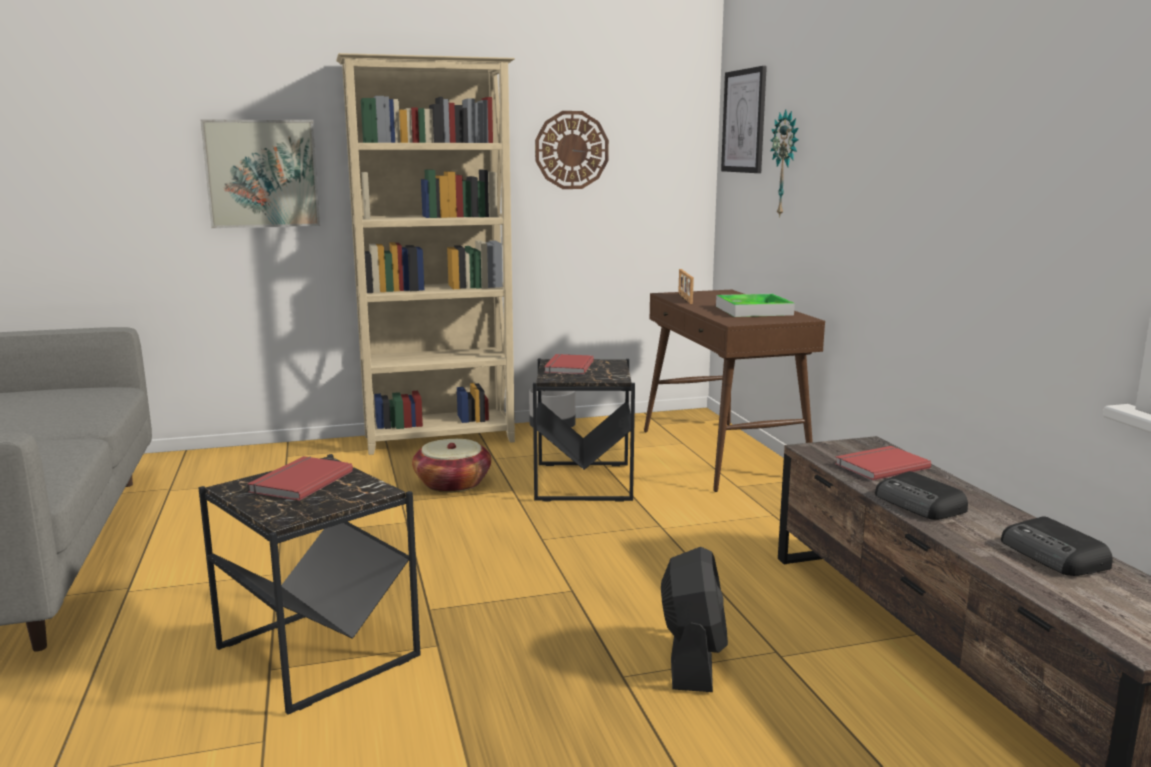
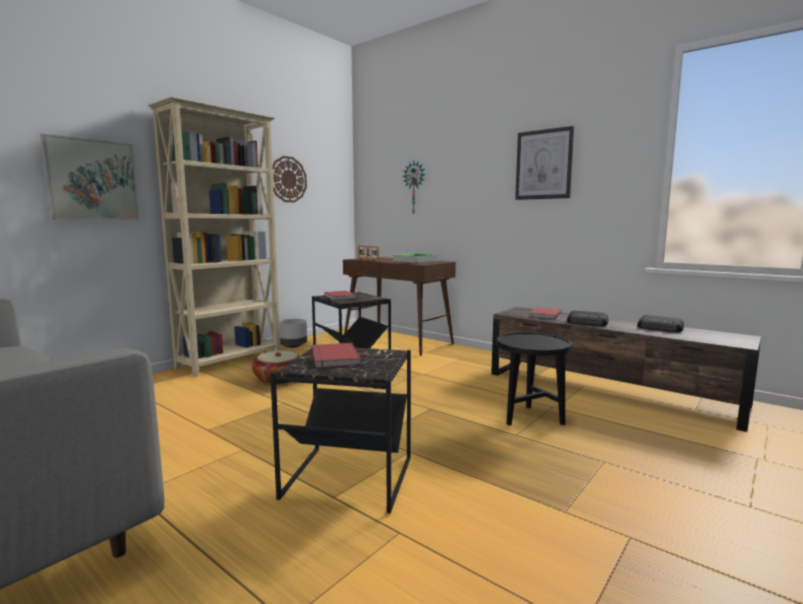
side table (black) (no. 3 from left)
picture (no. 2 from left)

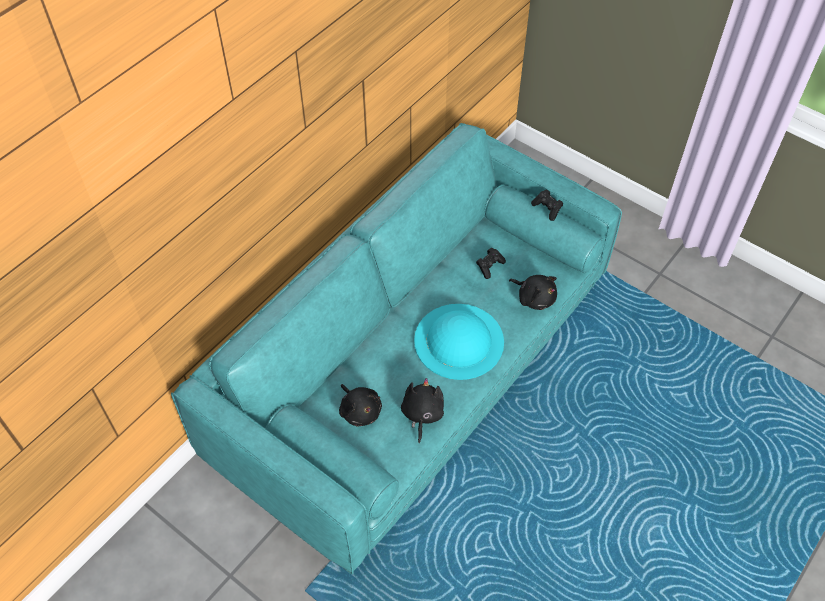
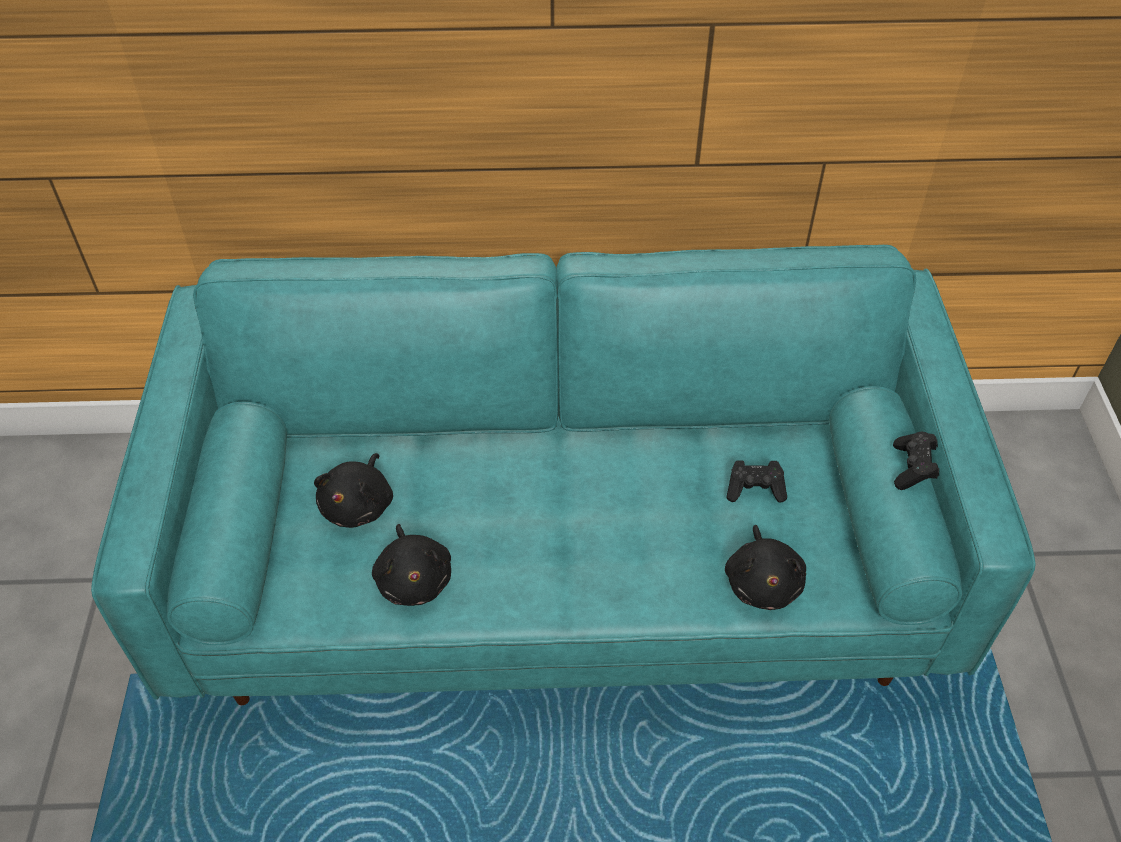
plush toy (black) (no. 2 from left)
hat (turquoise)

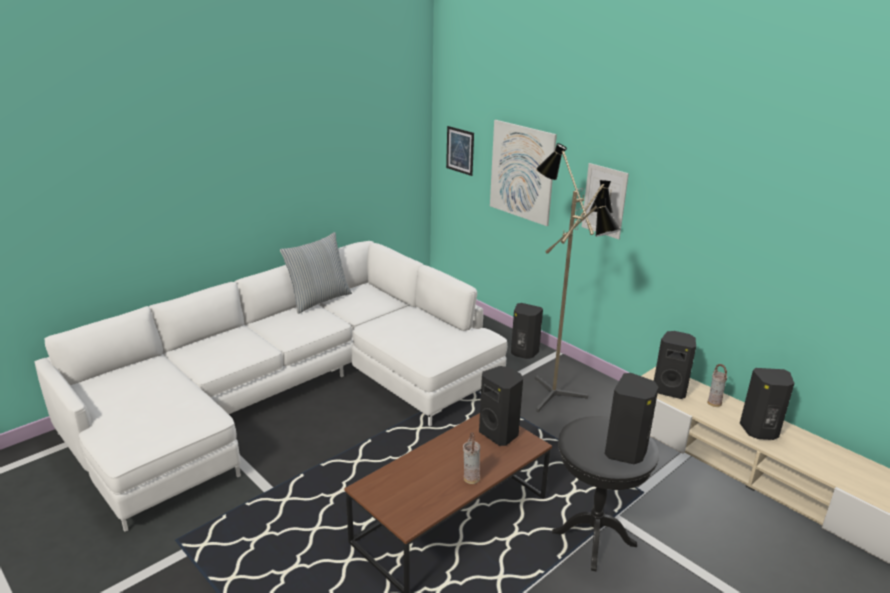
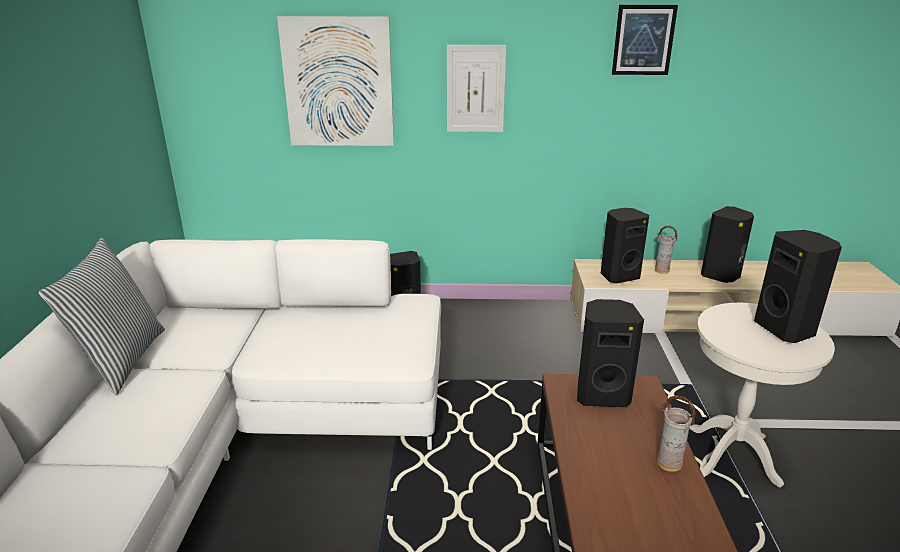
picture (no. 3 from left)
floor lamp
side table (white)

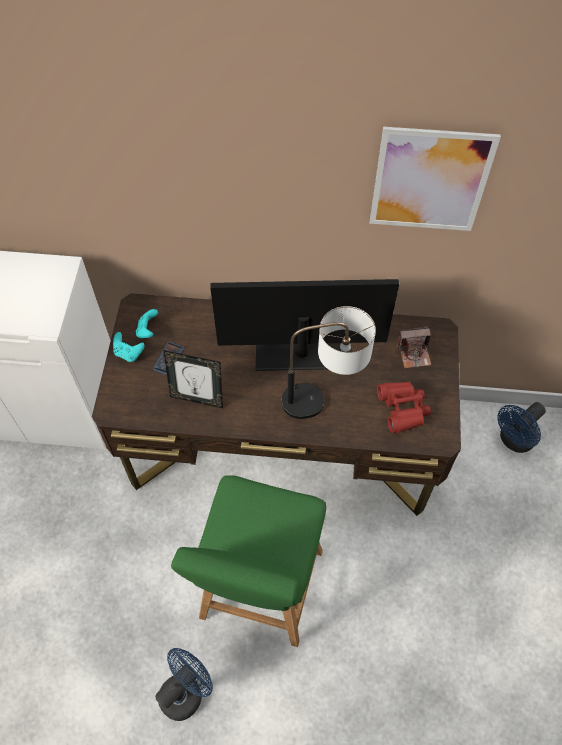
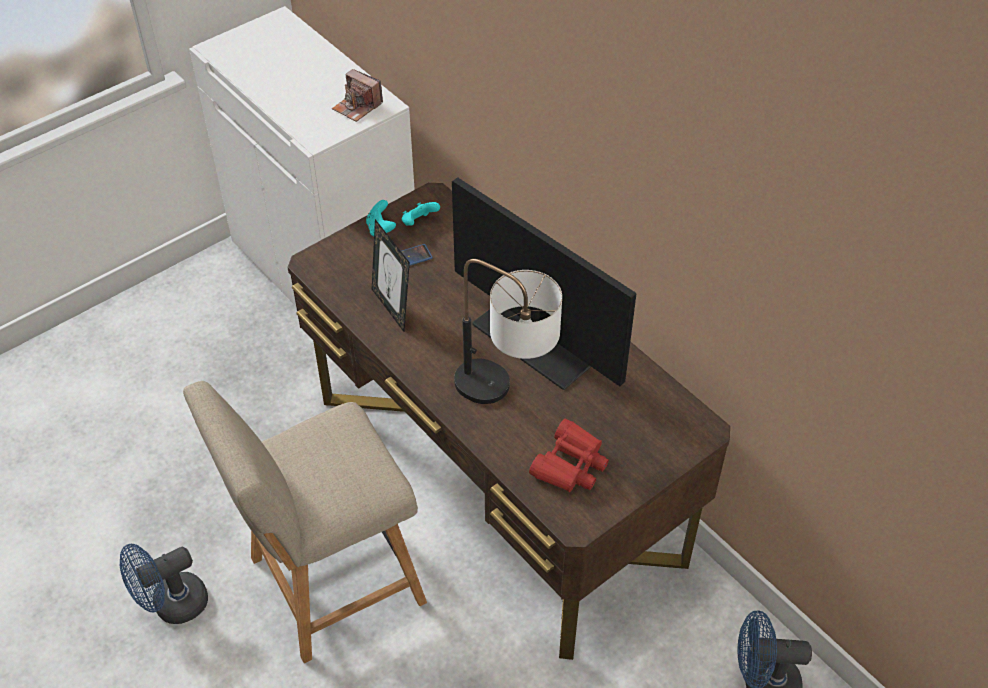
fan (blue) (no. 1 from left)
chair (beige)
picture
photo camera

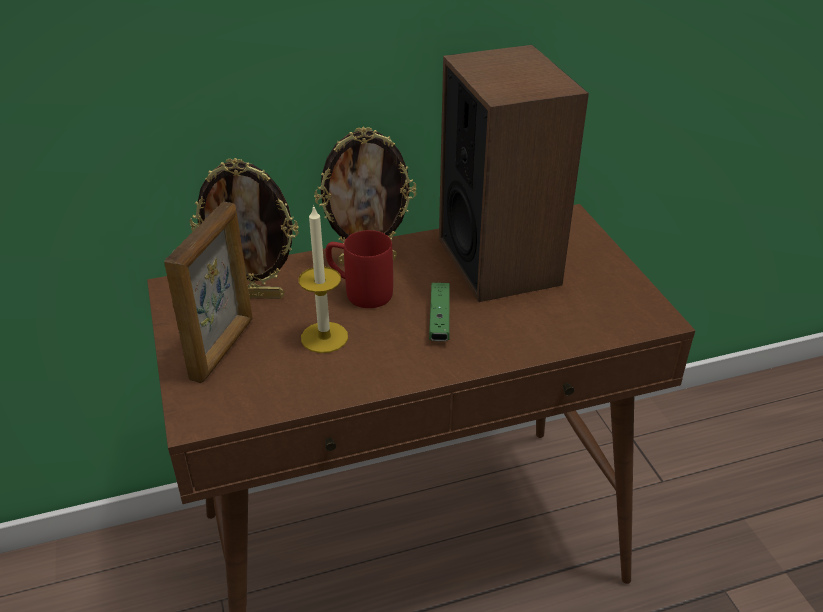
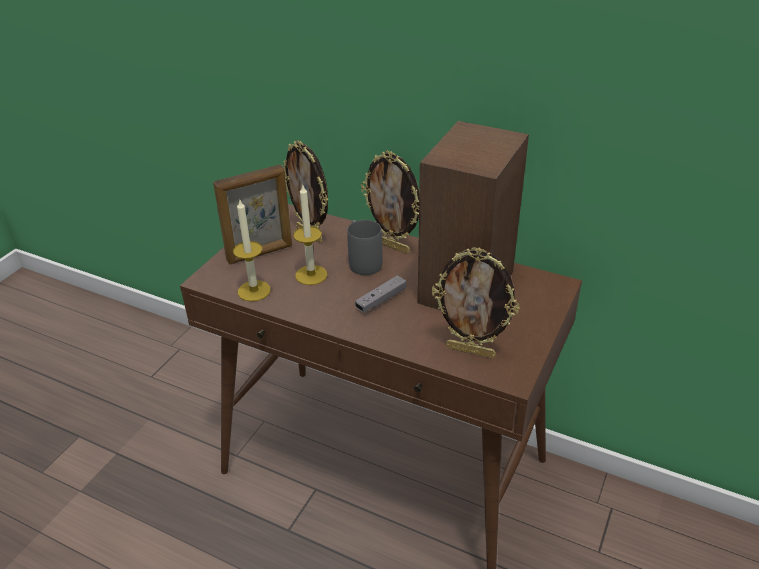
mug (grey)
game controller (grey)
candle (no. 1 from left)
picture frame (no. 4 from left)

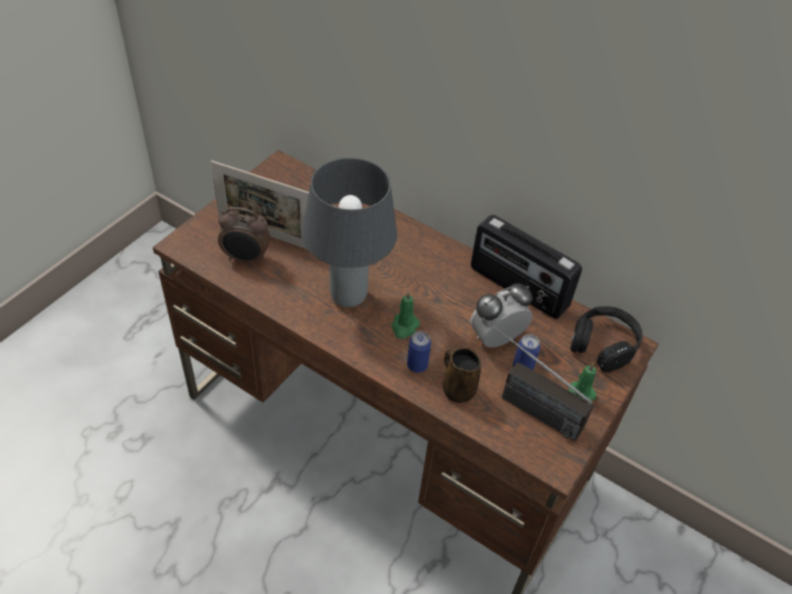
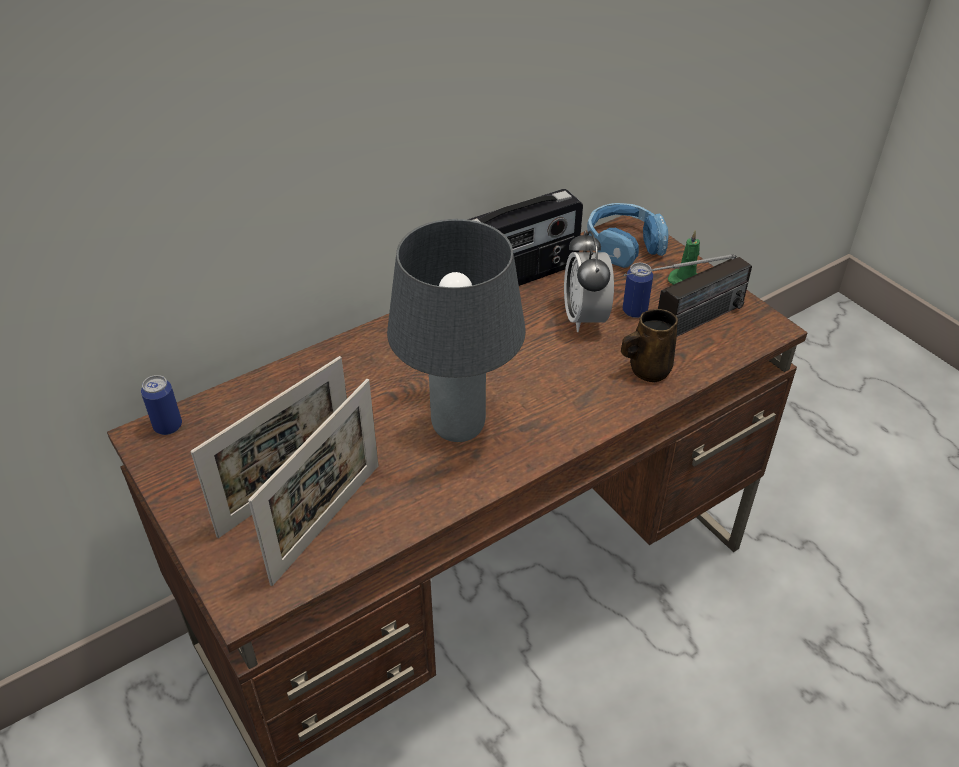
picture frame (no. 2 from left)
candle (green) (no. 1 from left in the first image)
can (no. 1 from left)
headphones (blue)

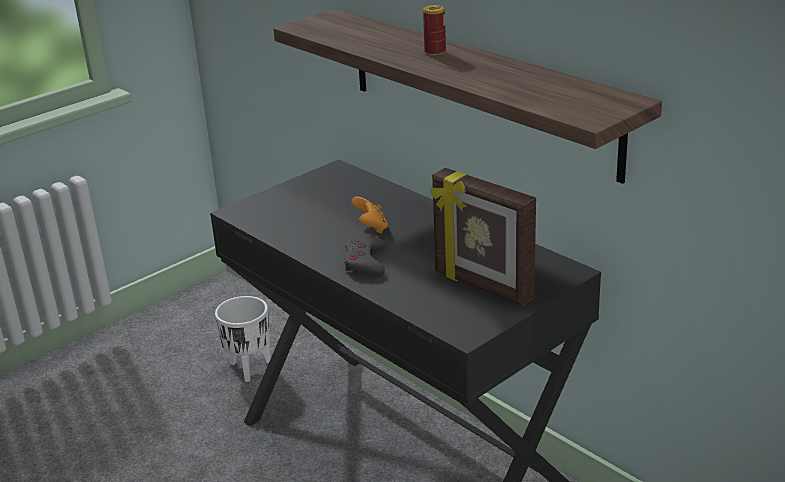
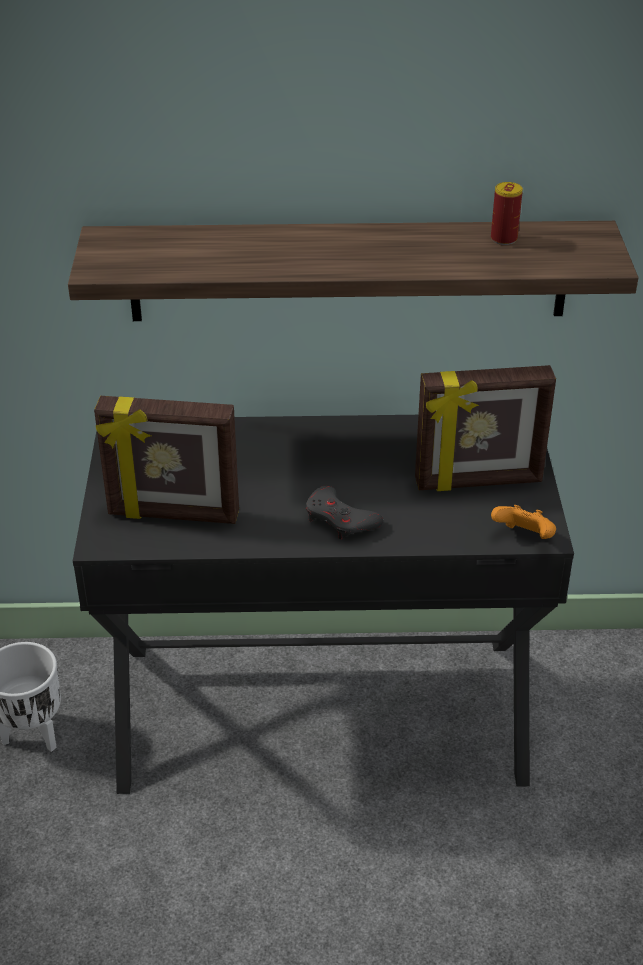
game controller (orange)
can
picture frame (no. 1 from left)

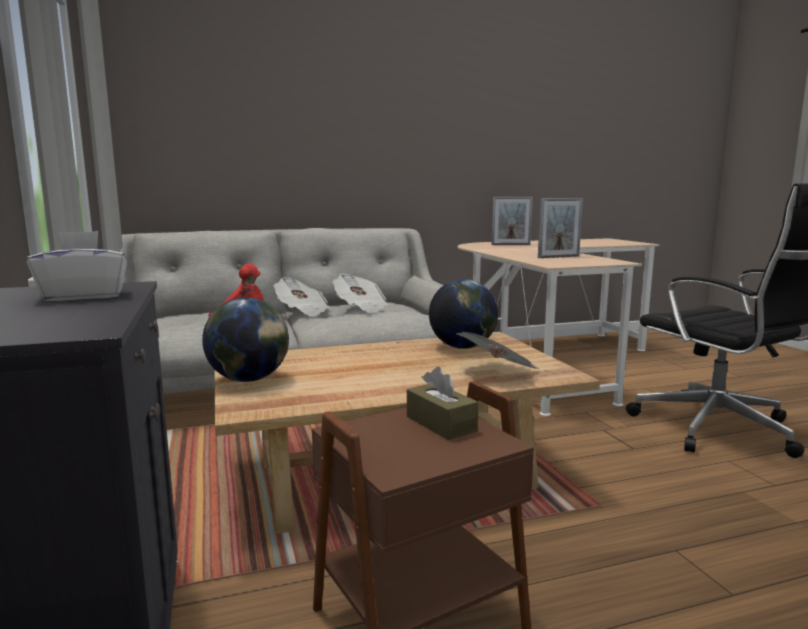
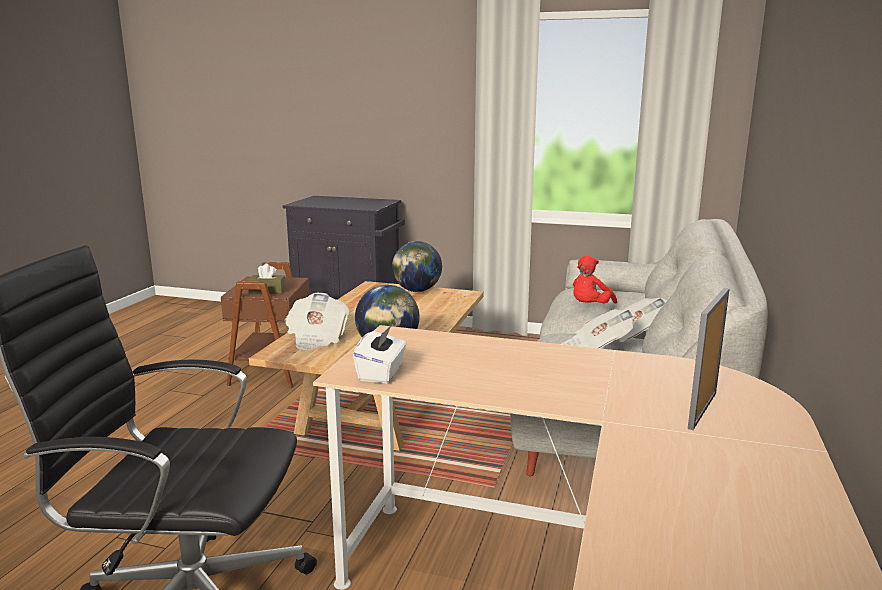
tissue box (white)
picture frame (no. 2 from left in the first image)

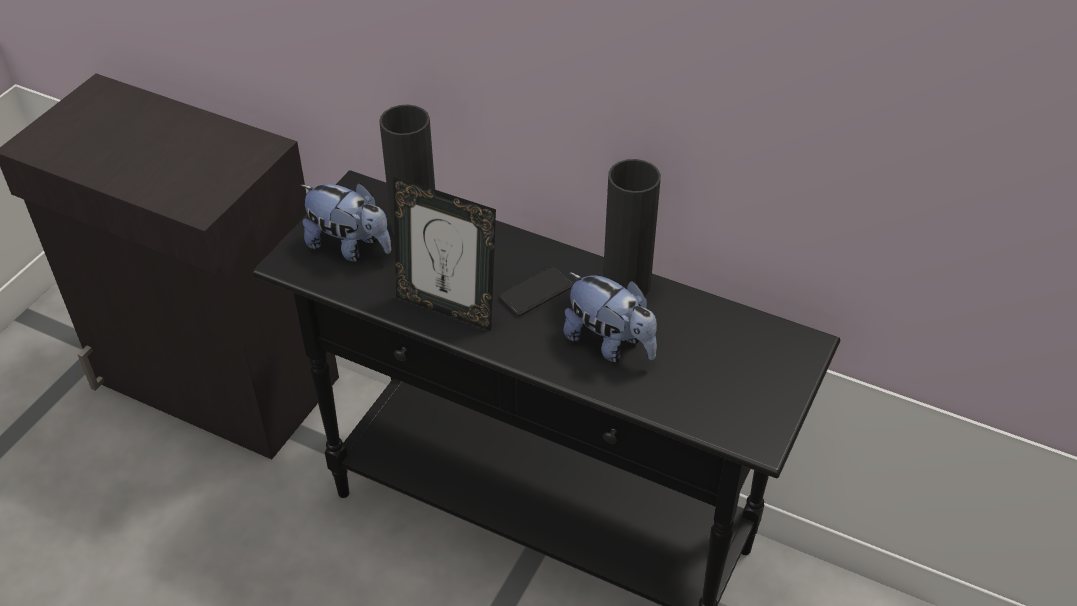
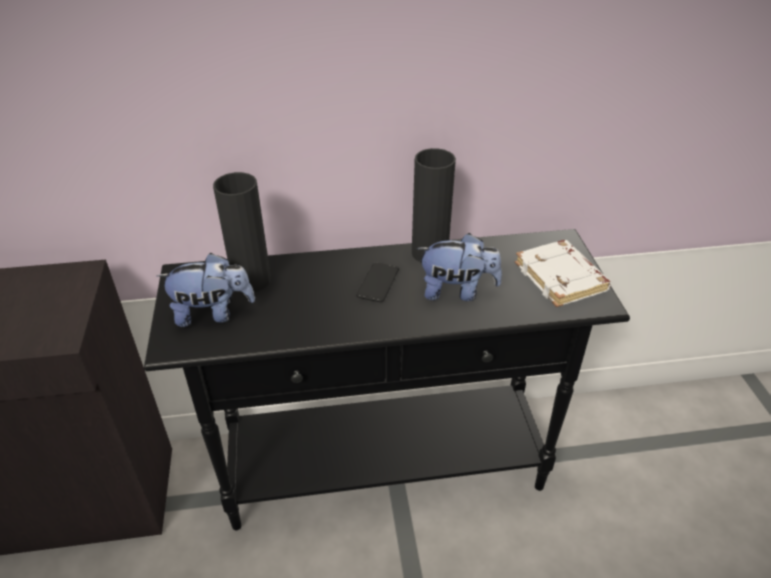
picture frame
book (white)

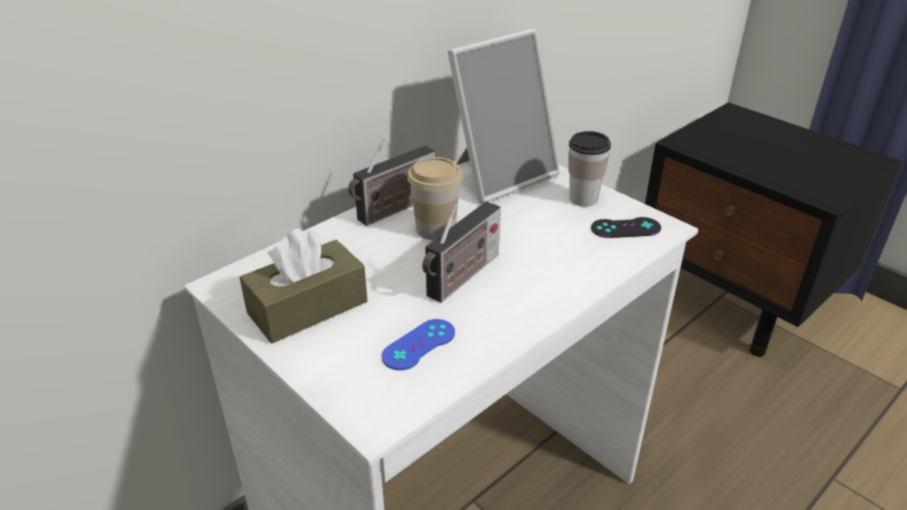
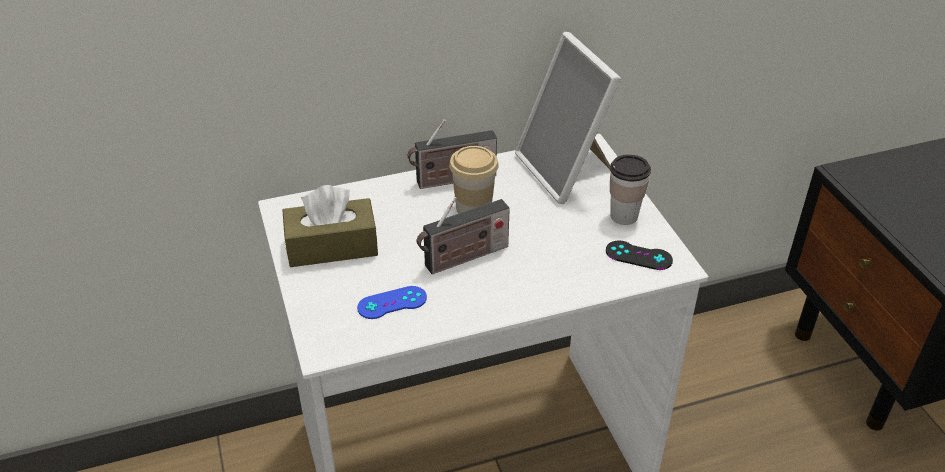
picture frame

